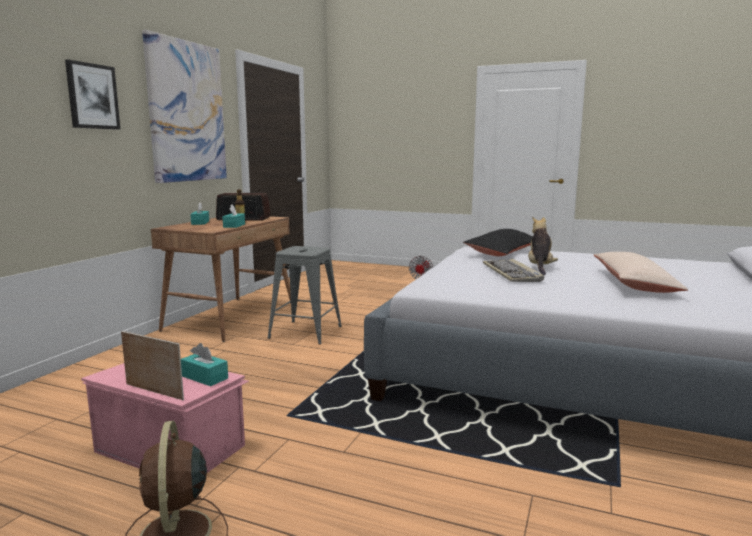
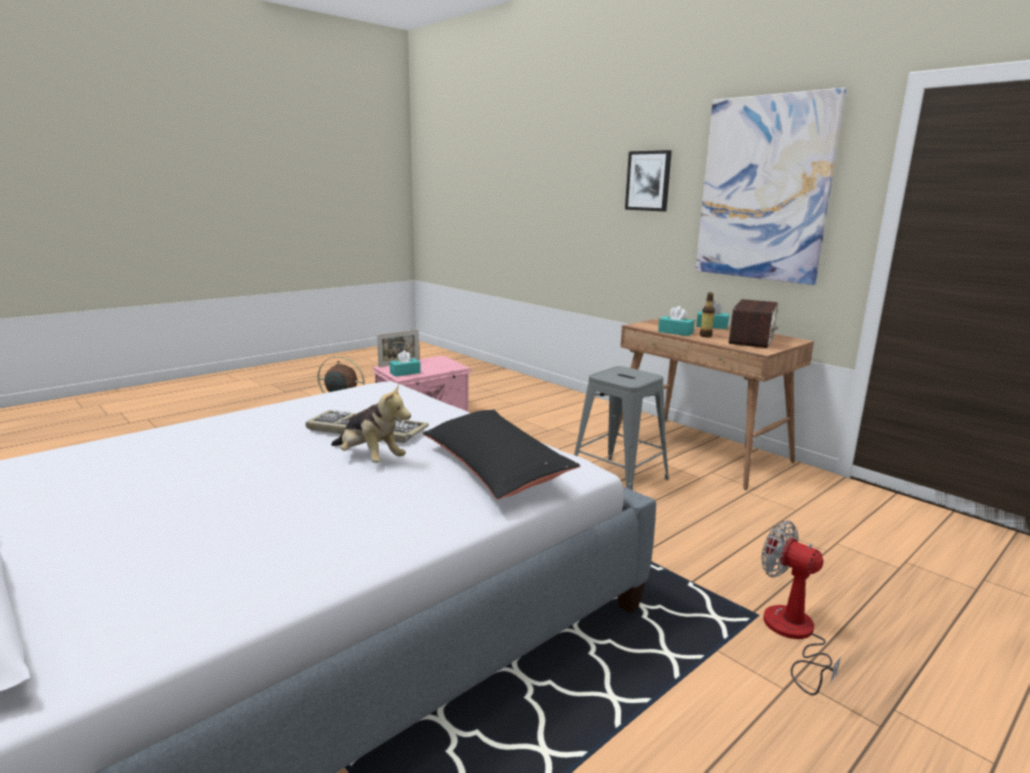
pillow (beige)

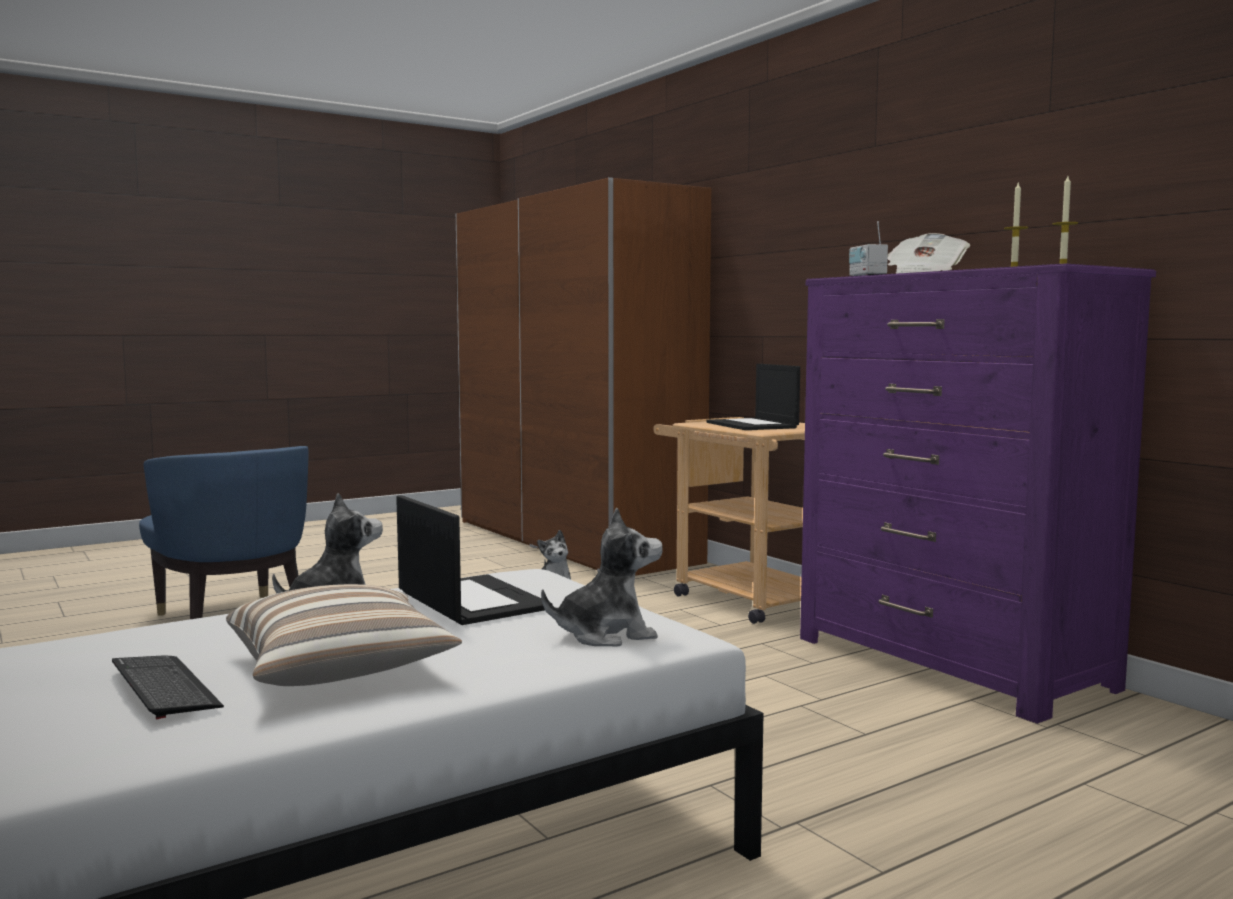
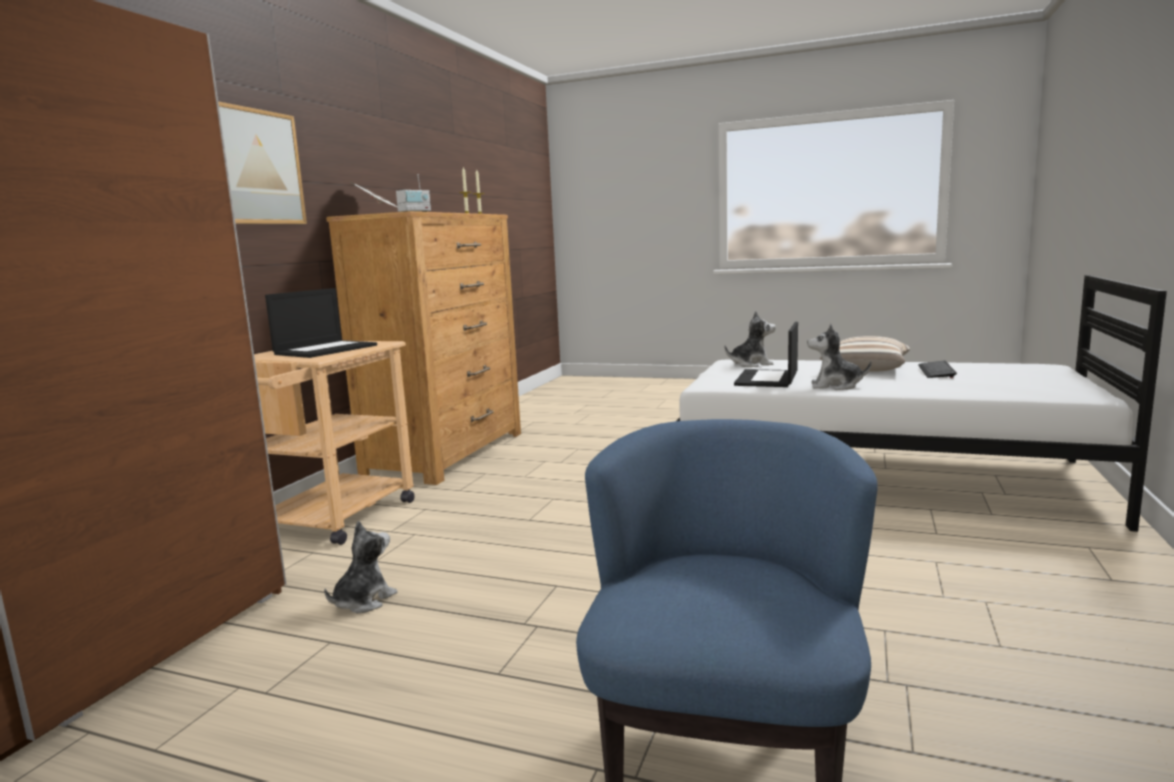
plush toy (no. 2 from left)
dresser (brown)
picture

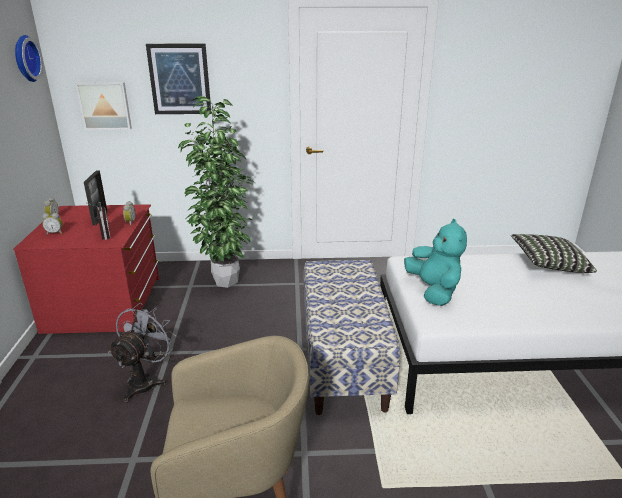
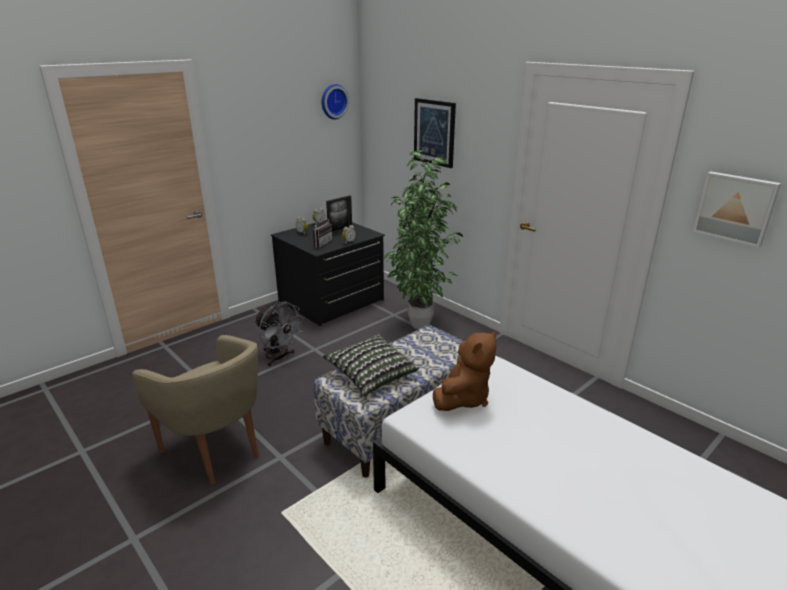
dresser (black)
picture (no. 2 from left)
fan (grey)
plush toy (brown)
pillow

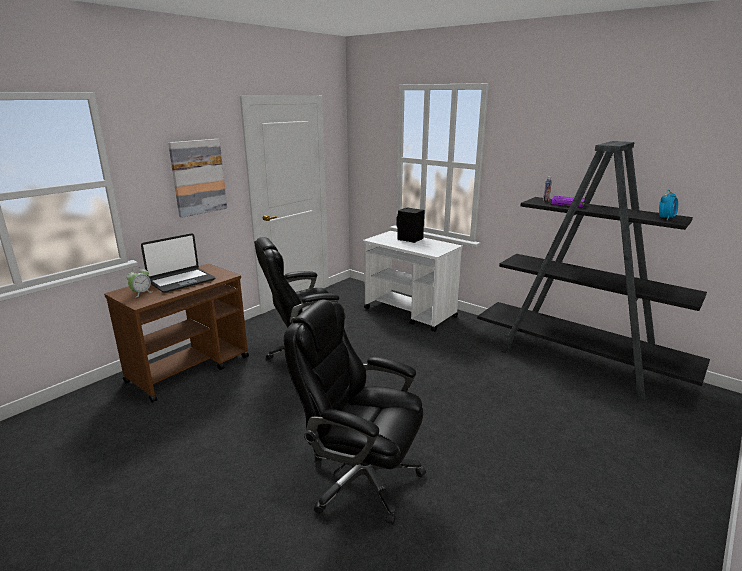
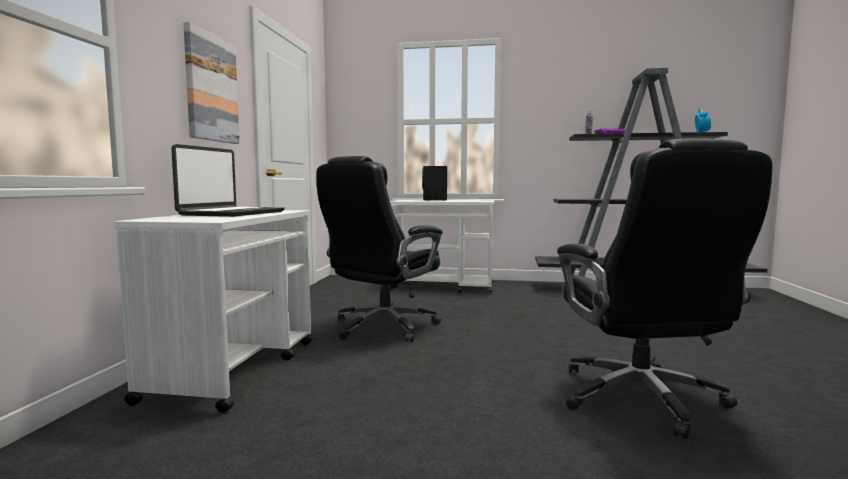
cart (white) (no. 1 from left)
alarm clock (no. 1 from left in the first image)
office chair (black) (no. 2 from left)

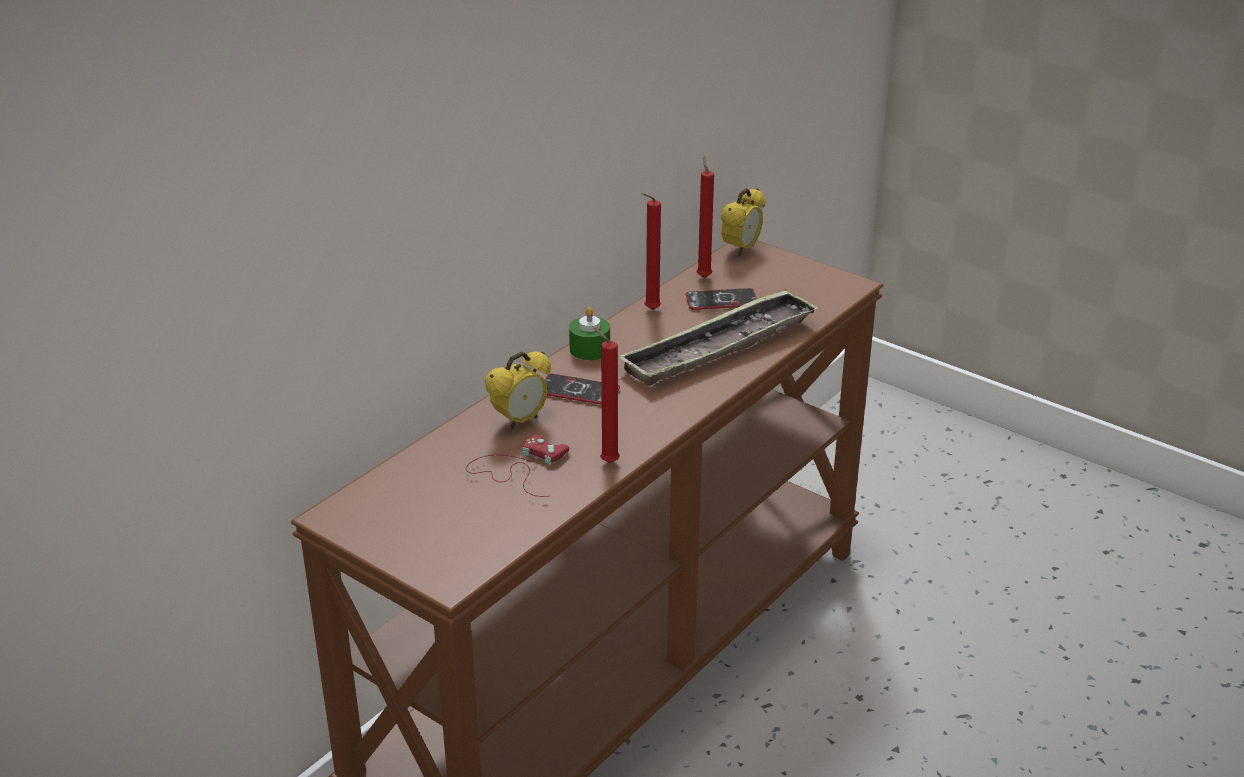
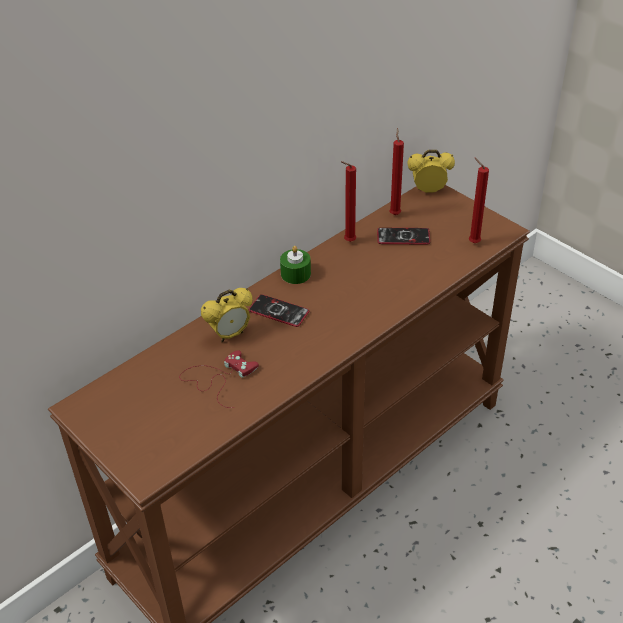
candle (red) (no. 3 from left)
tray
alarm clock (no. 2 from left)

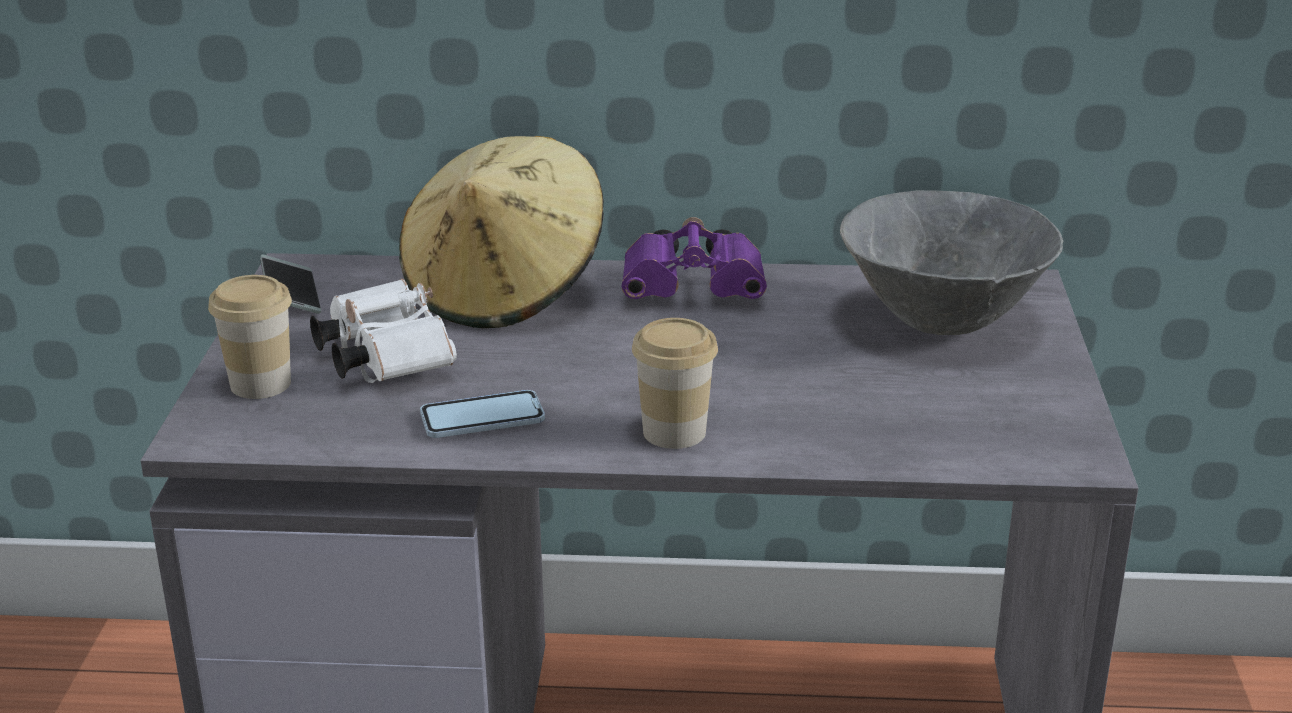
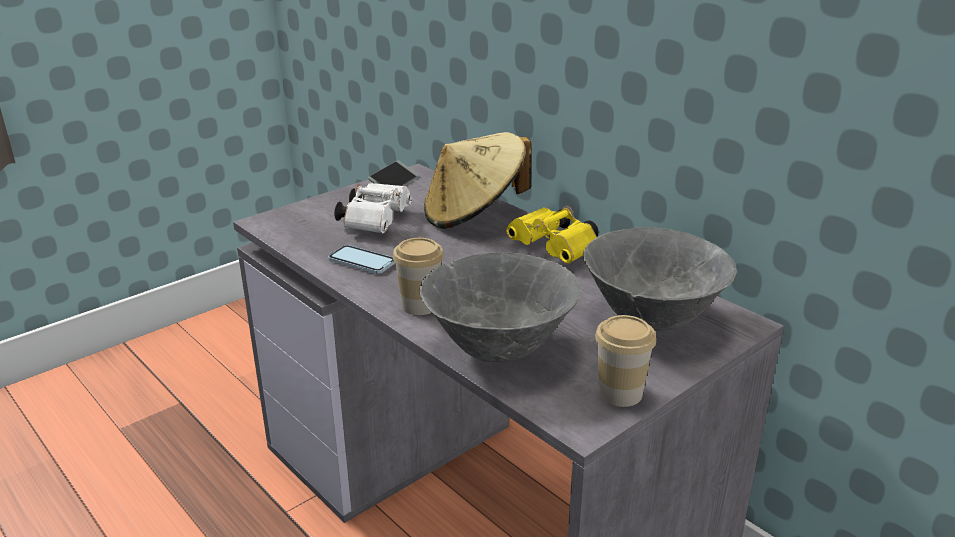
cup (no. 2 from left)
binoculars (yellow)
bowl (grey) (no. 1 from left)

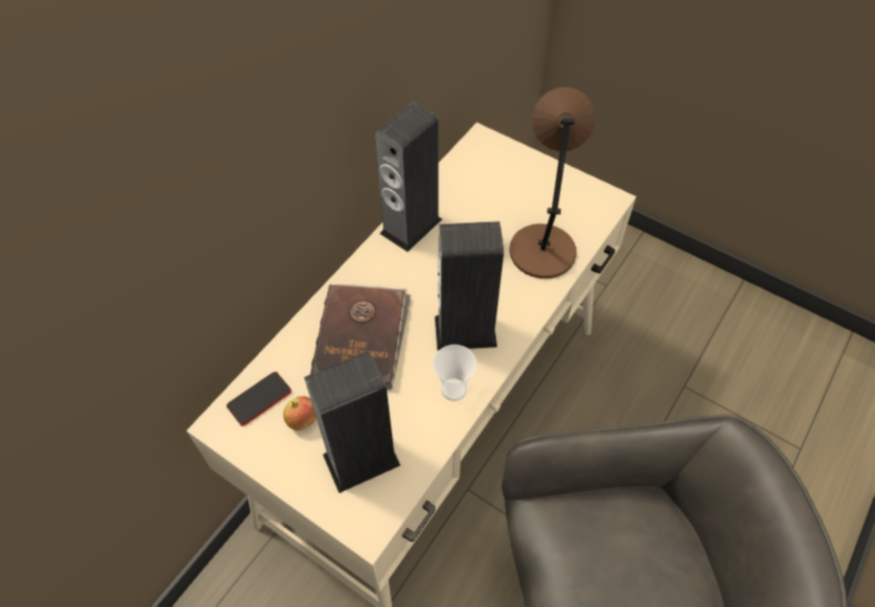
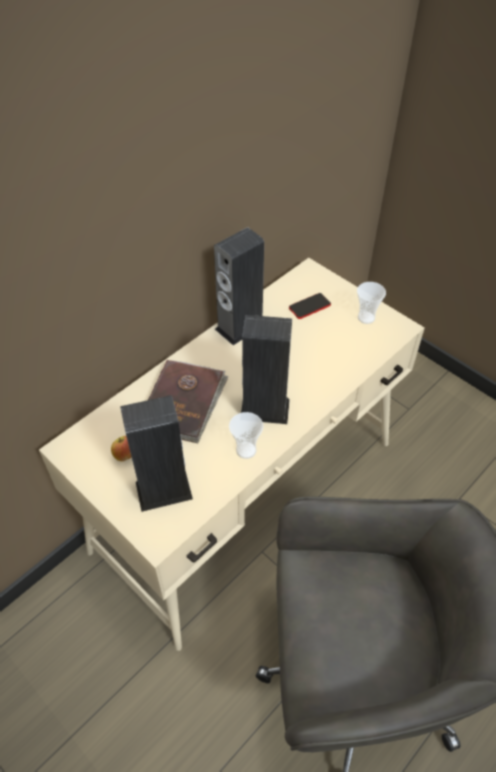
phone
table lamp (brown)
cup (no. 2 from left)

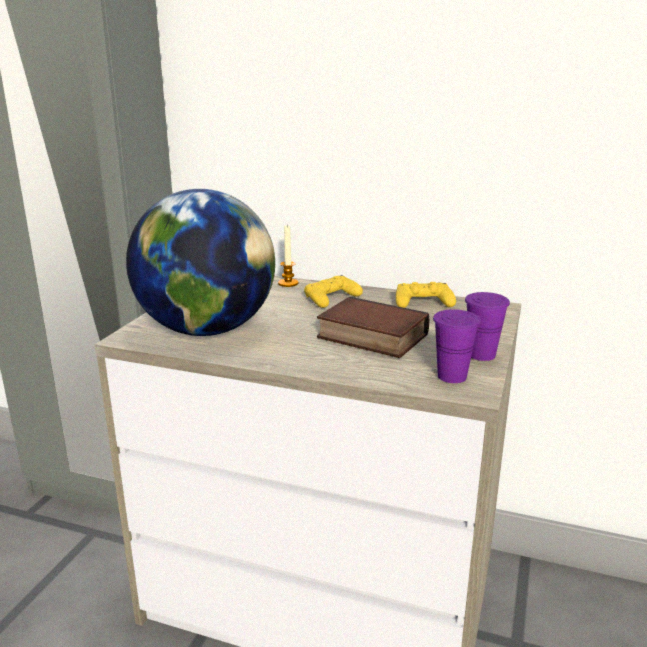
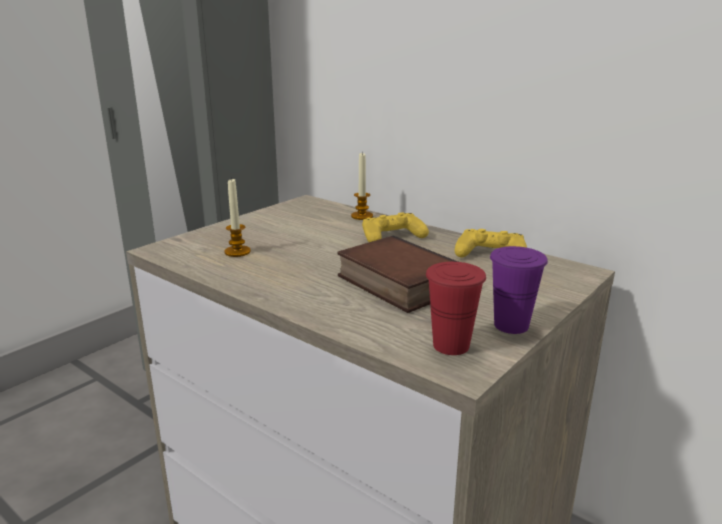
candle (no. 1 from left)
cup (red)

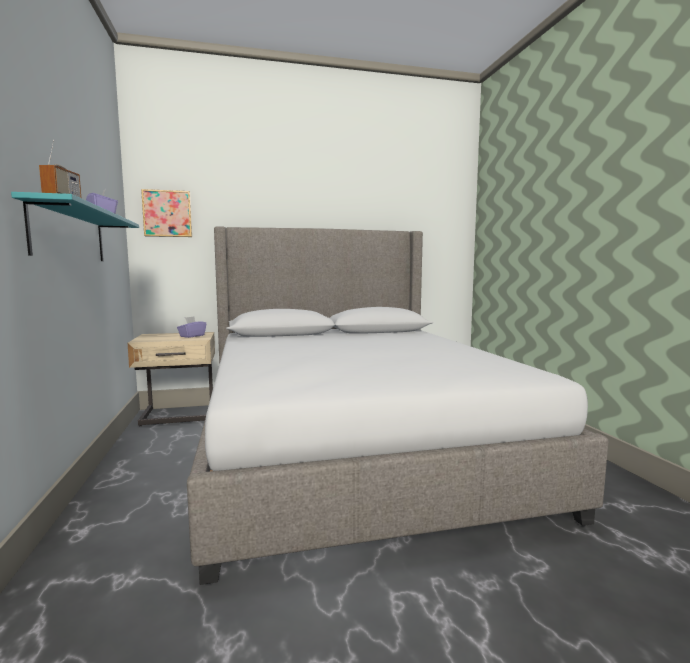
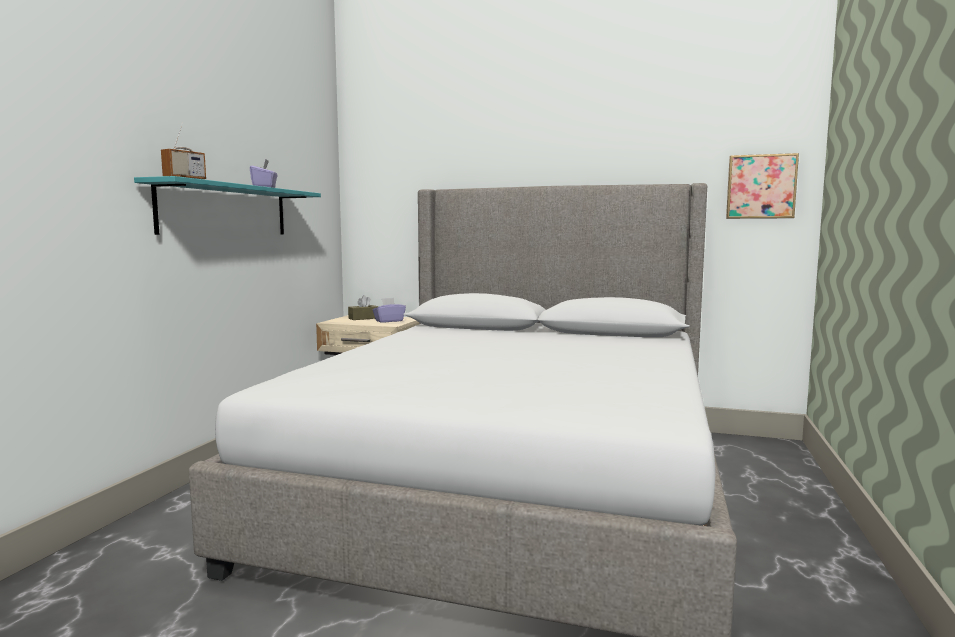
picture
tissue box (brown)

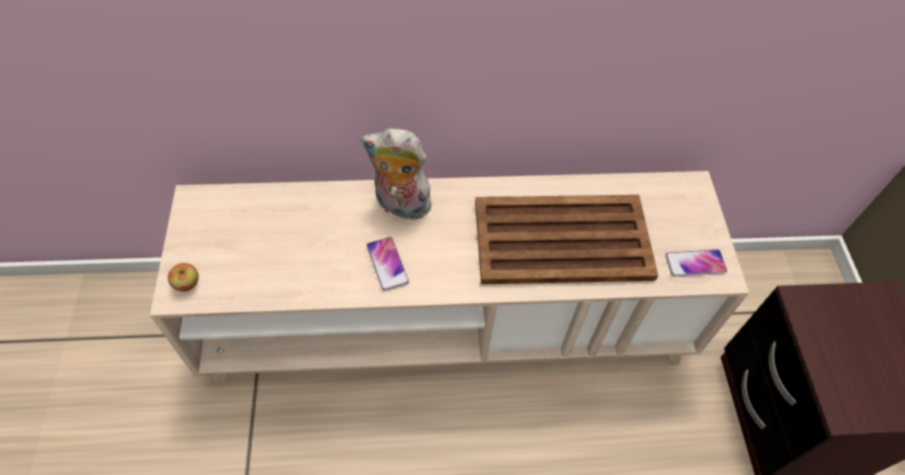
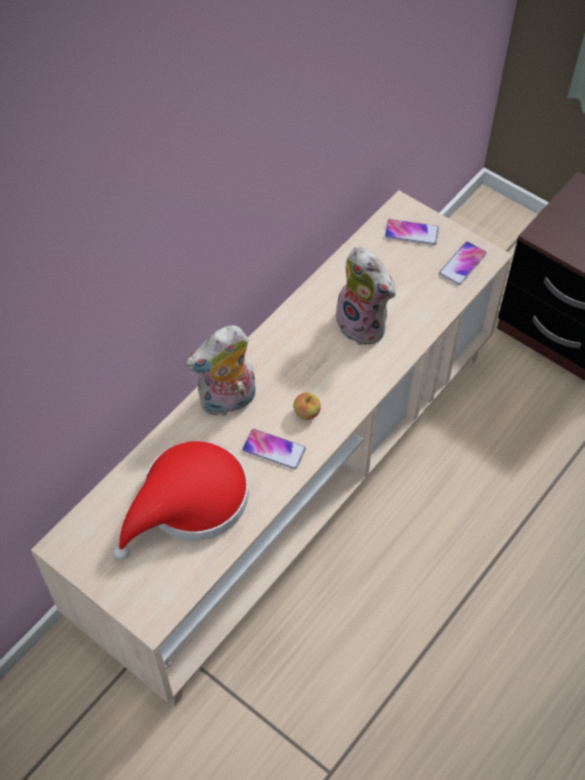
apple
plush toy (no. 2 from left)
hat (red)
phone (no. 2 from left)

